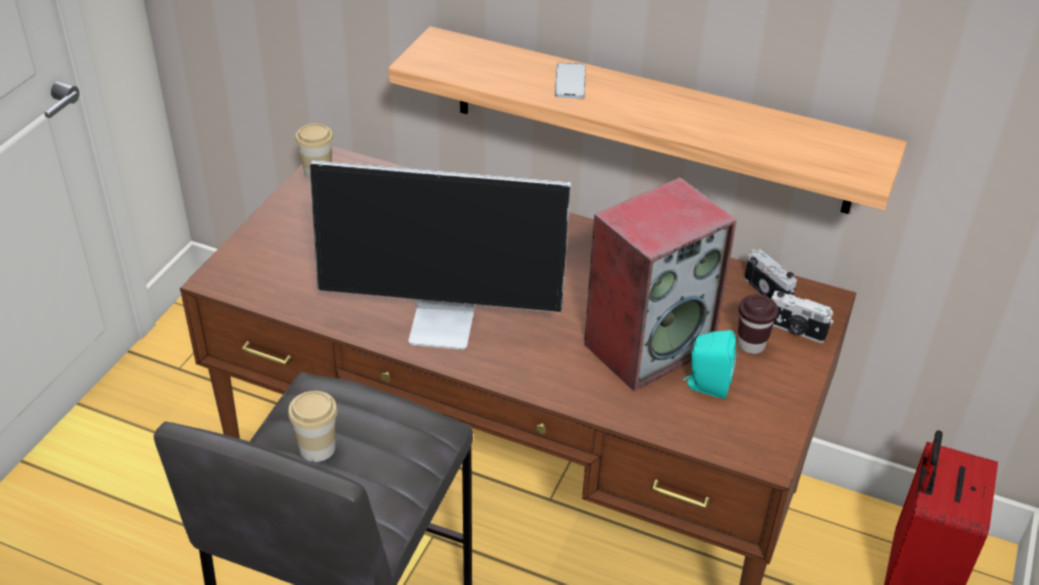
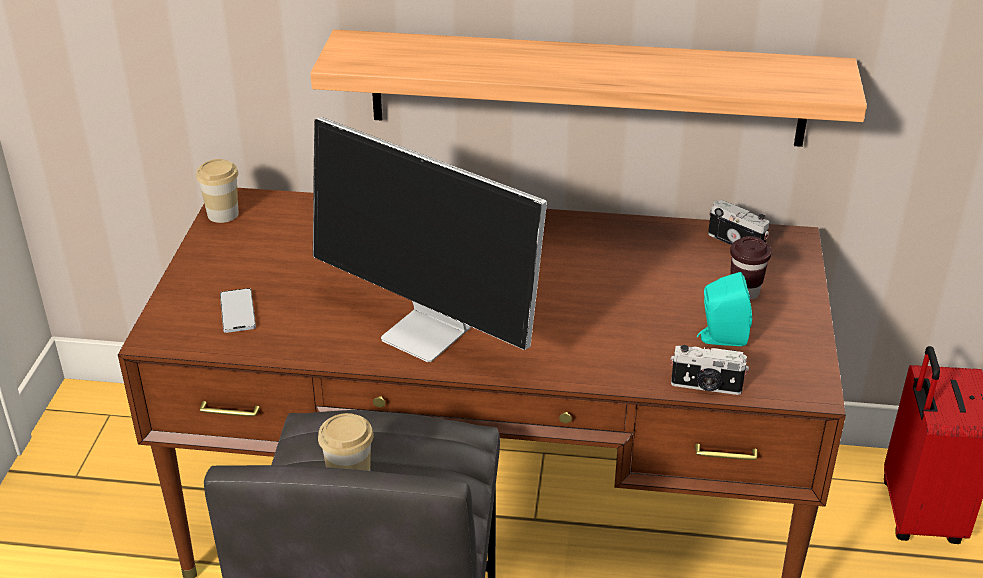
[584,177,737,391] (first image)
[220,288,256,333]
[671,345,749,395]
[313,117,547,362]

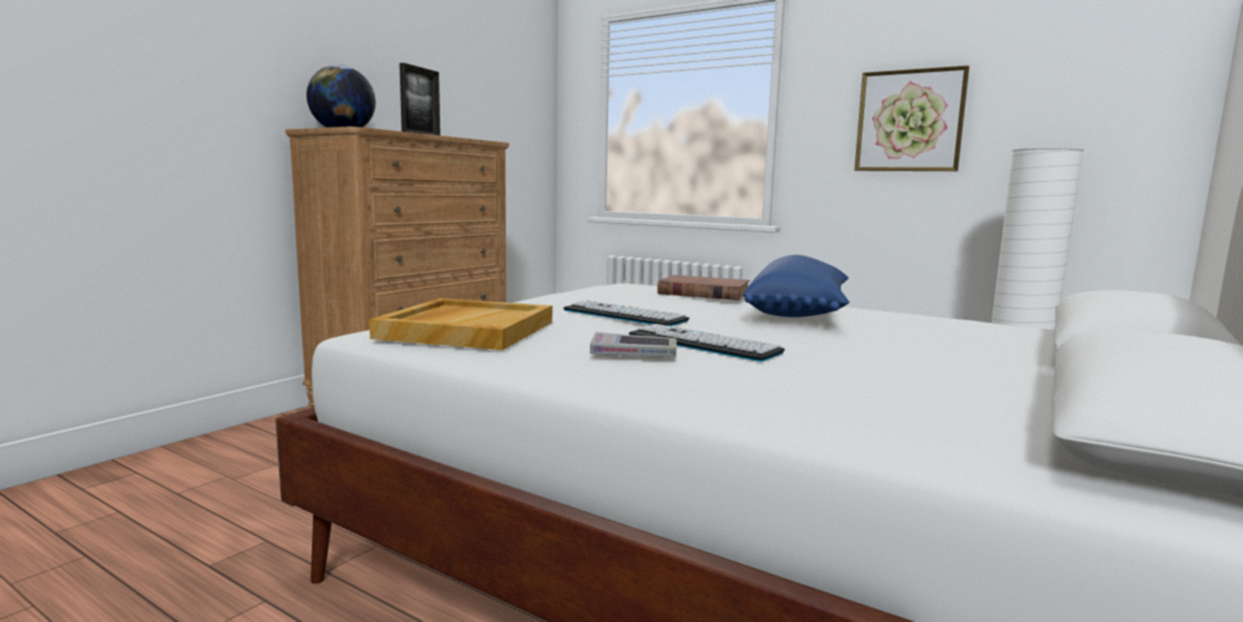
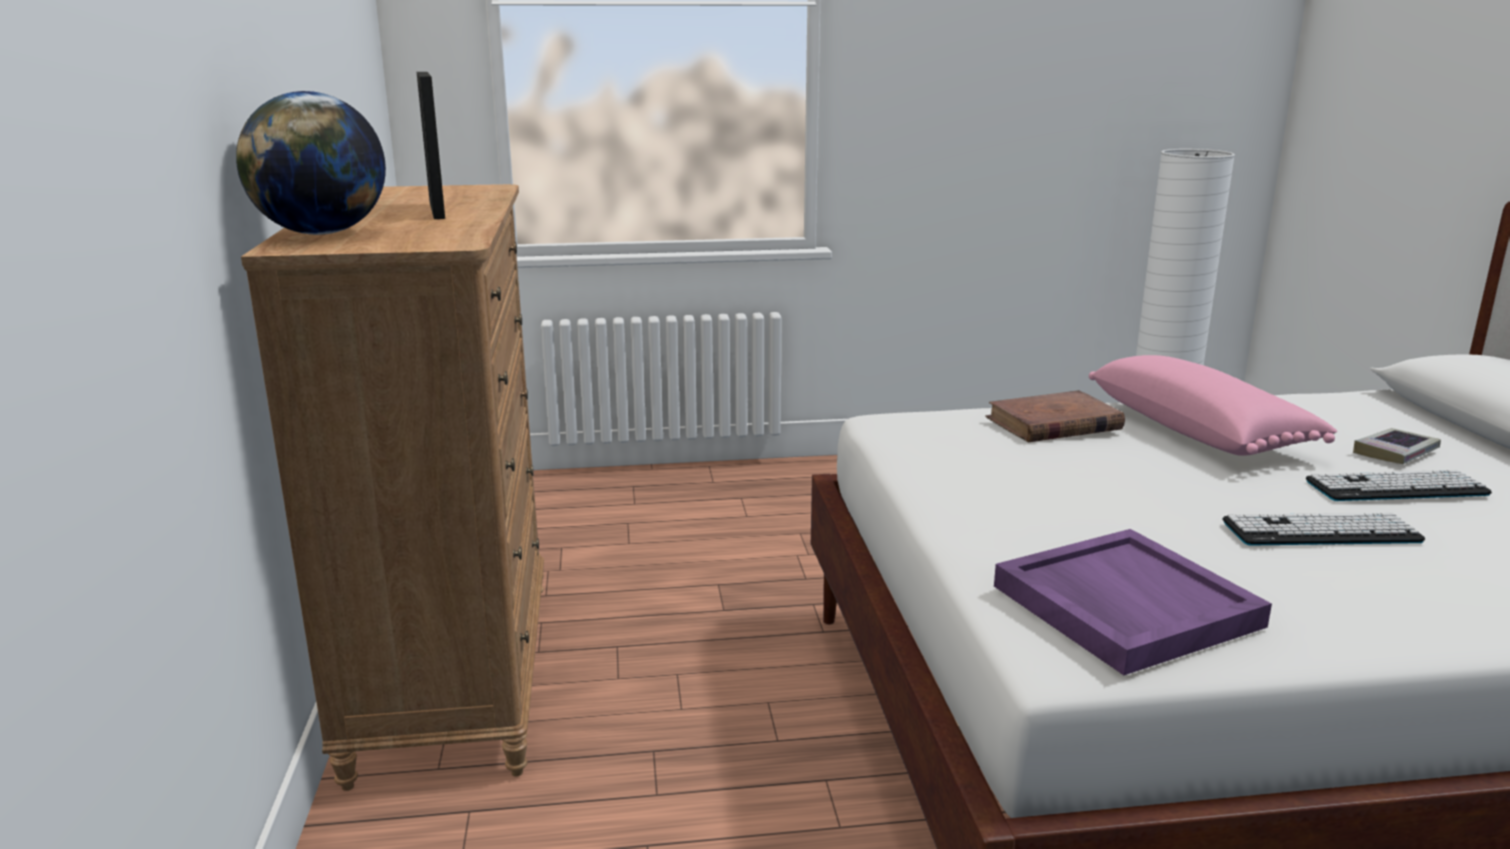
[855,65,969,171] (first image)
[1306,470,1492,501]
[1353,428,1441,464]
[994,529,1272,675]
[1089,355,1337,456]

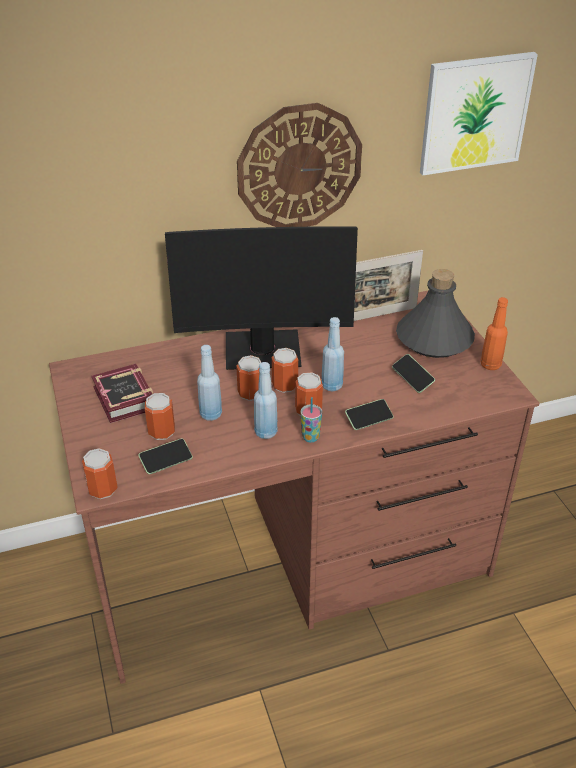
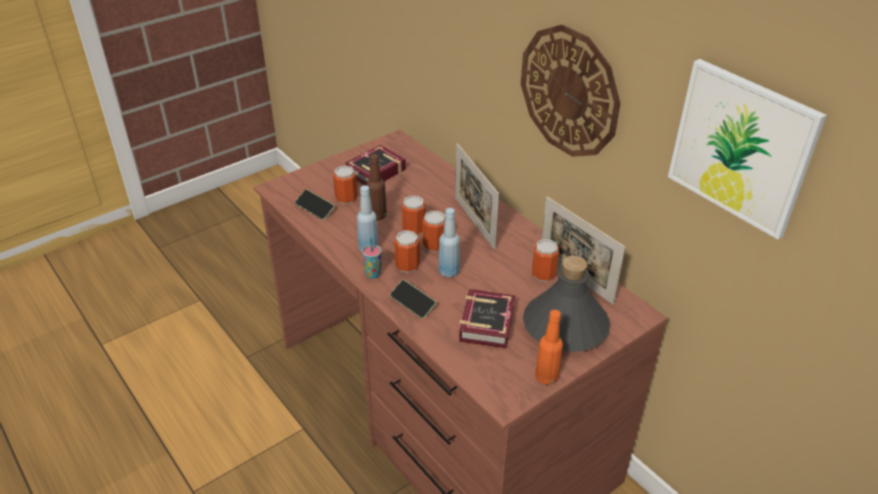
[532,239,559,282]
[455,143,499,249]
[459,289,515,348]
[366,154,387,220]

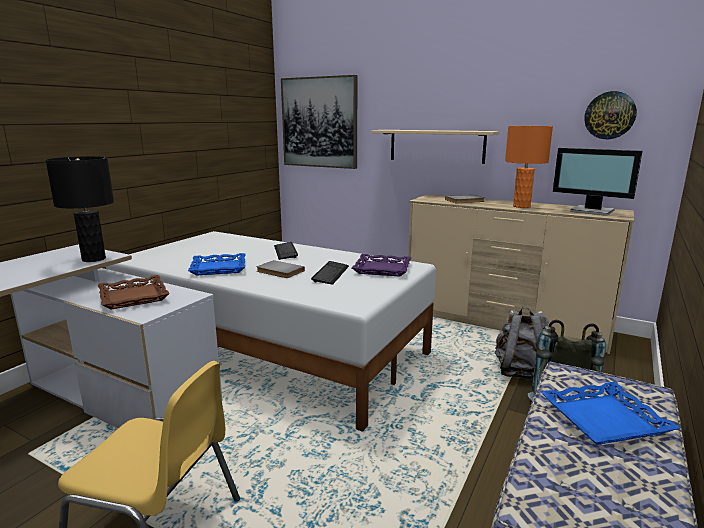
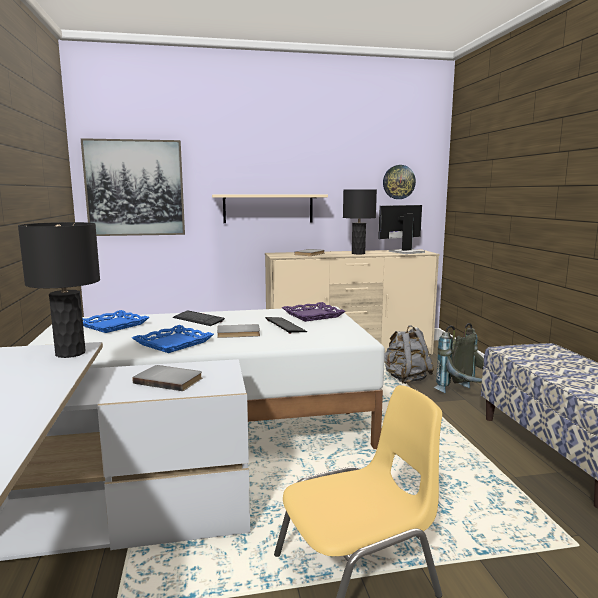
[82,310,150,333]
[132,365,202,391]
[343,189,377,254]
[378,205,425,254]

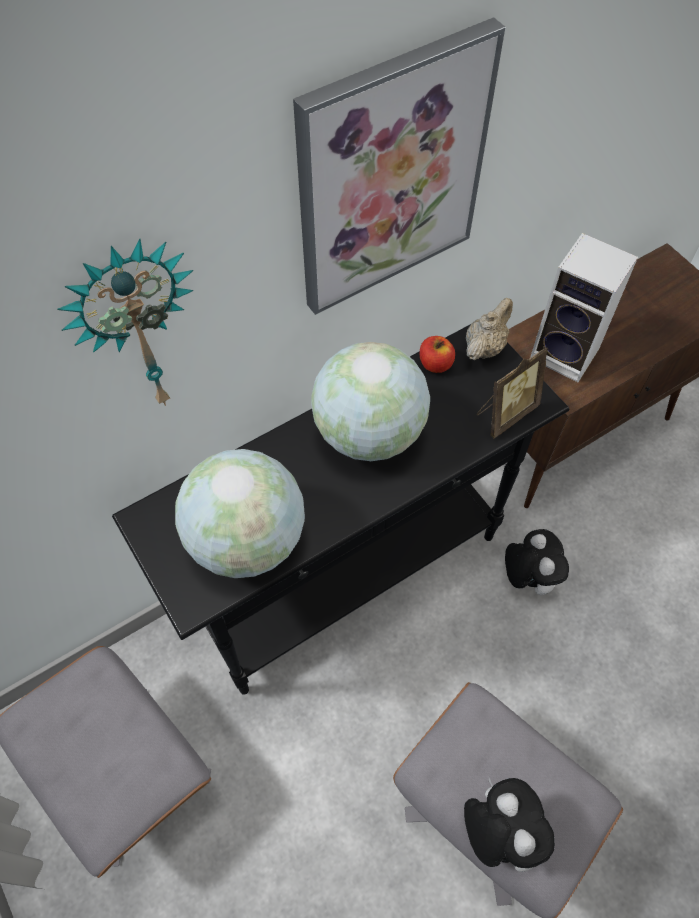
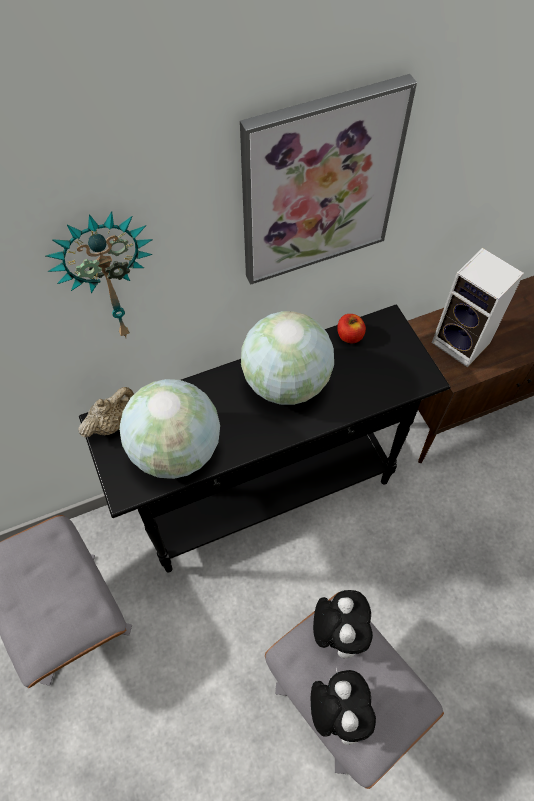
[477,346,548,439] (first image)
[78,387,134,438]
[313,590,373,659]

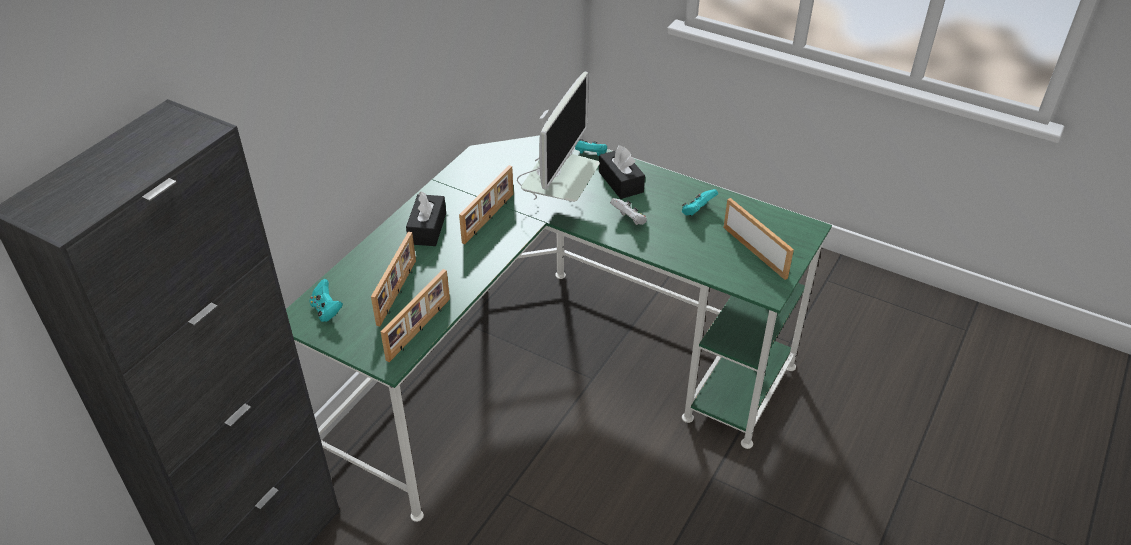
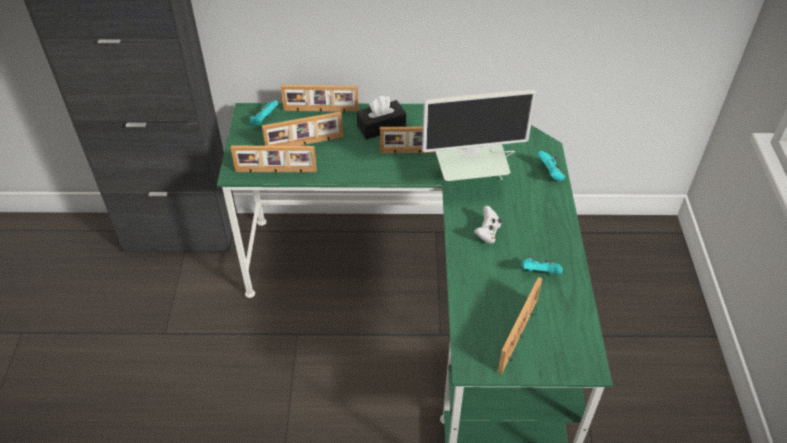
[599,145,645,199] (first image)
[281,85,359,112]

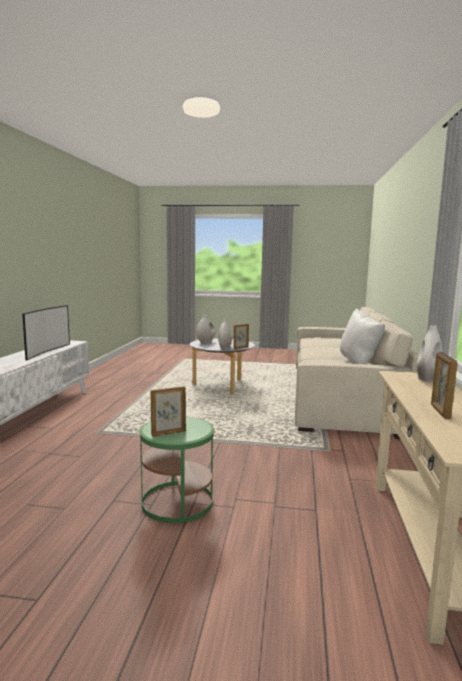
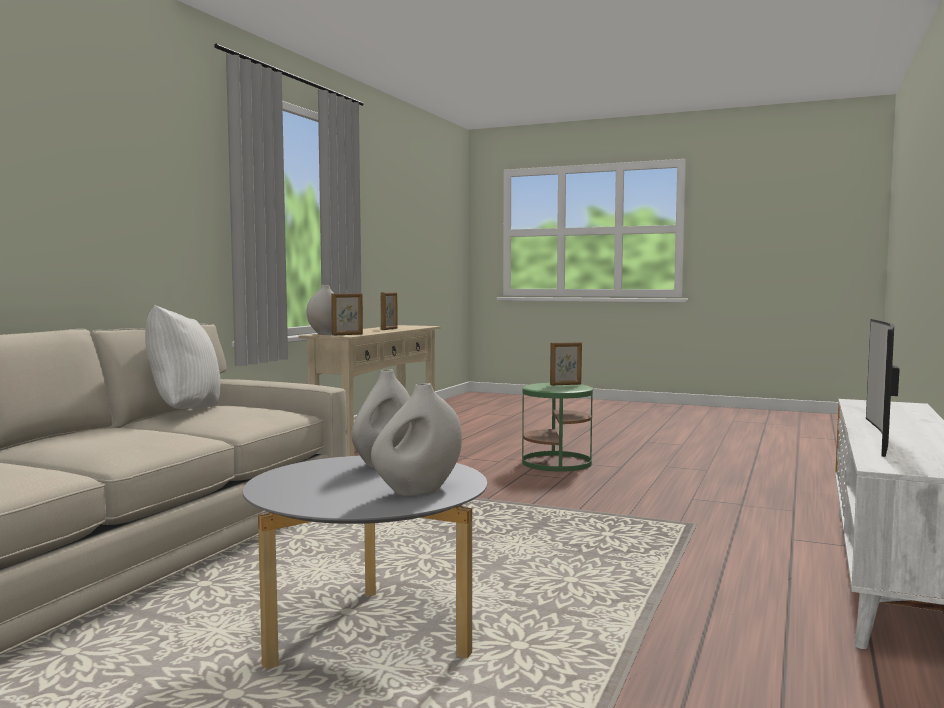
[331,293,363,335]

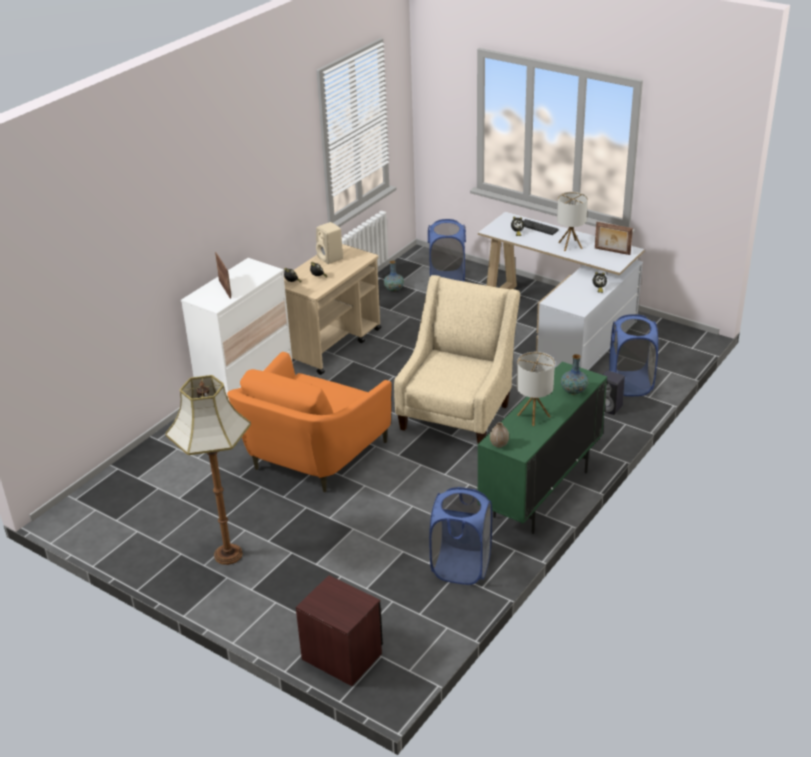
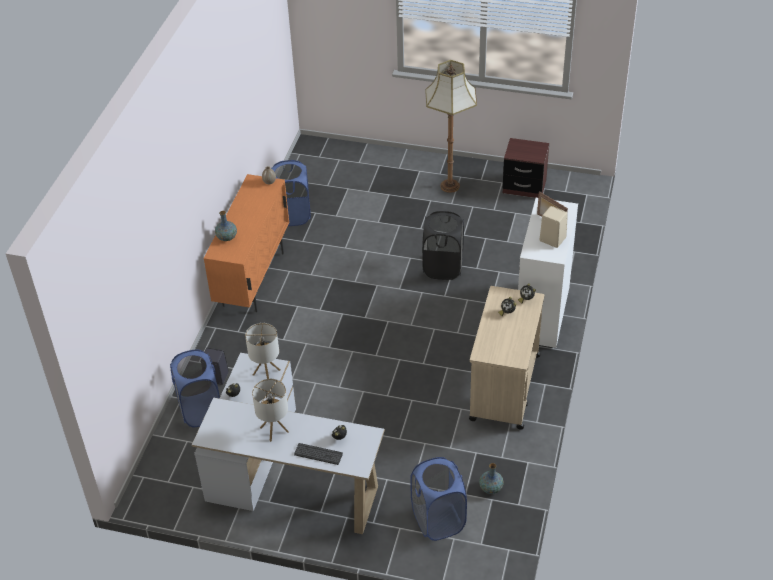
[394,275,520,444] (first image)
[595,222,633,255] (first image)
[503,138,549,198]
[540,206,568,248]
[245,323,280,379]
[422,211,464,280]
[204,174,289,312]

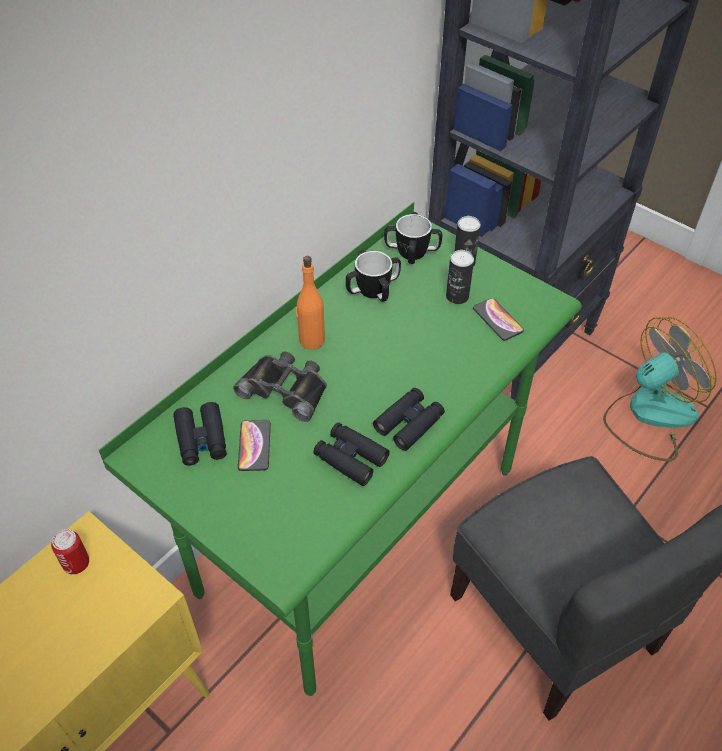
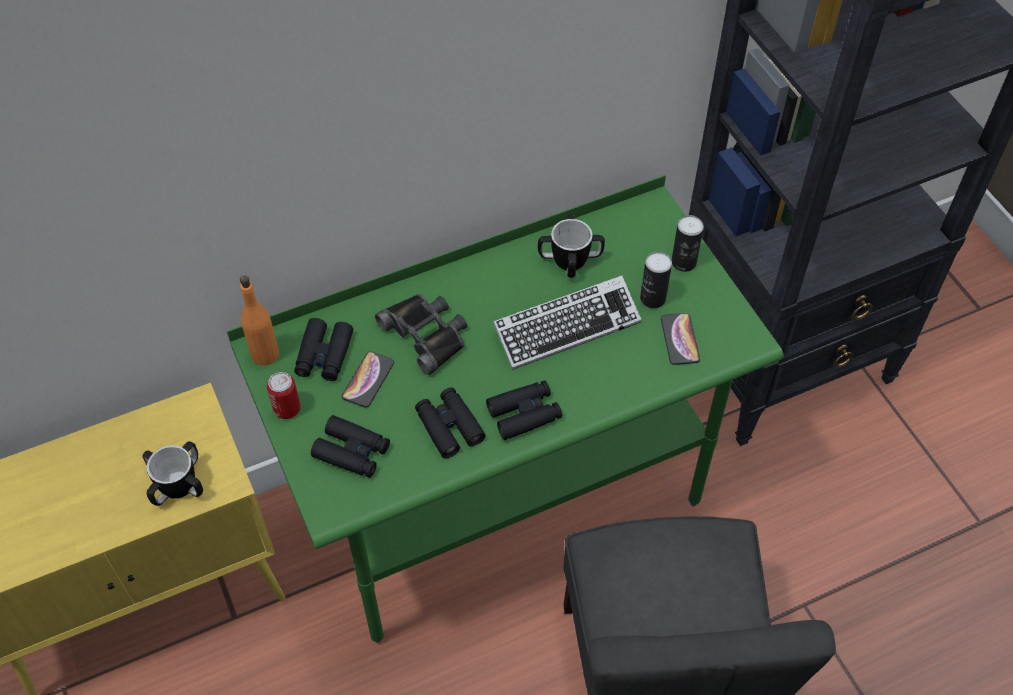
[603,317,717,461] (first image)
[311,415,390,478]
[493,275,642,370]
[267,372,300,419]
[240,276,279,365]
[142,441,203,506]

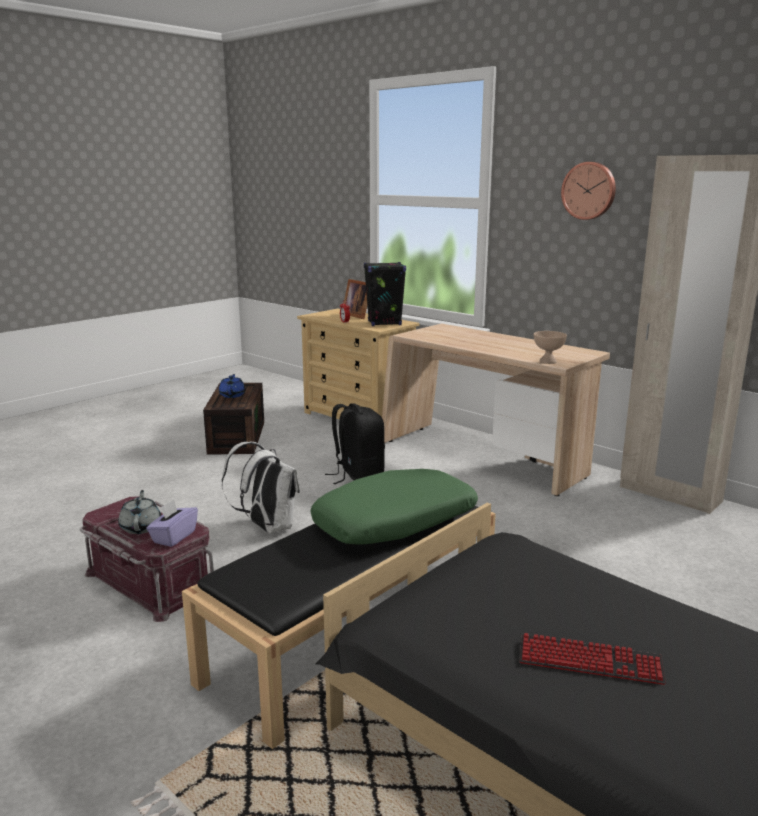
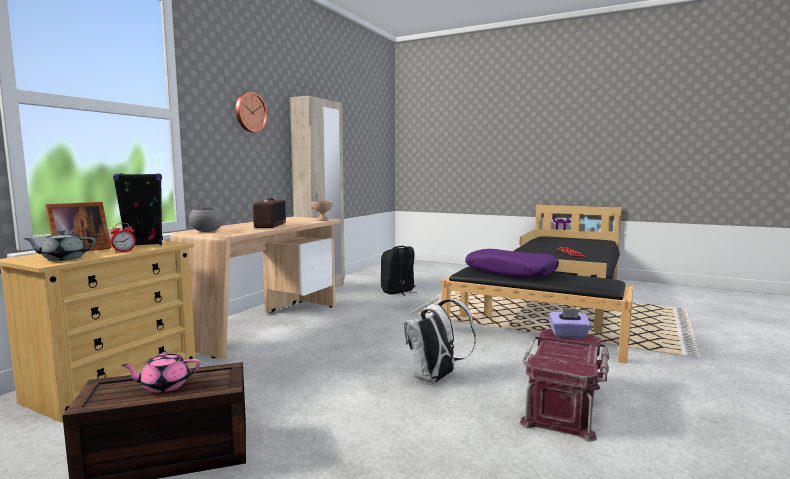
[189,208,224,232]
[253,198,286,228]
[23,230,96,261]
[381,246,415,296]
[121,352,200,393]
[465,249,559,277]

